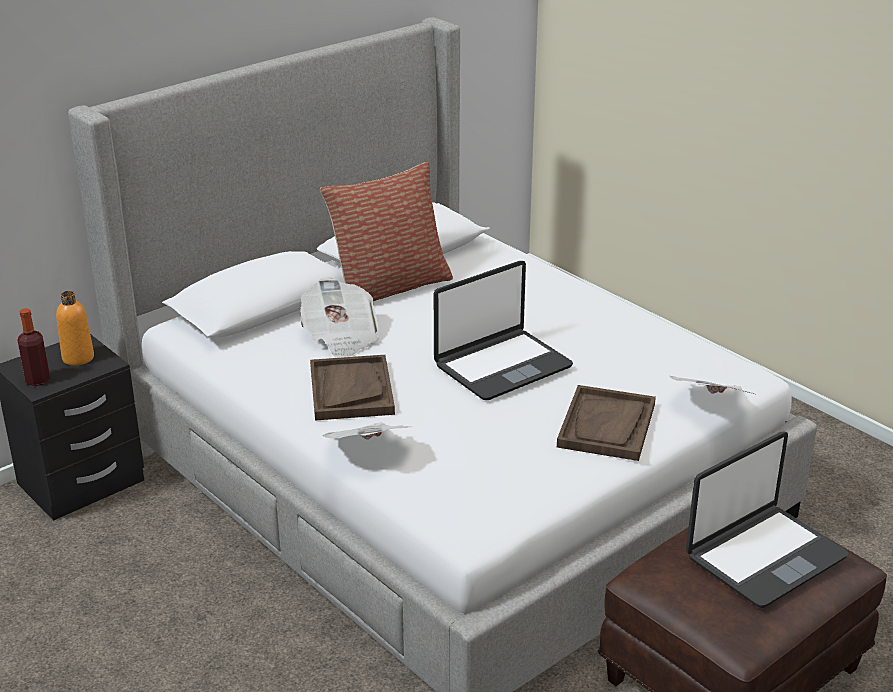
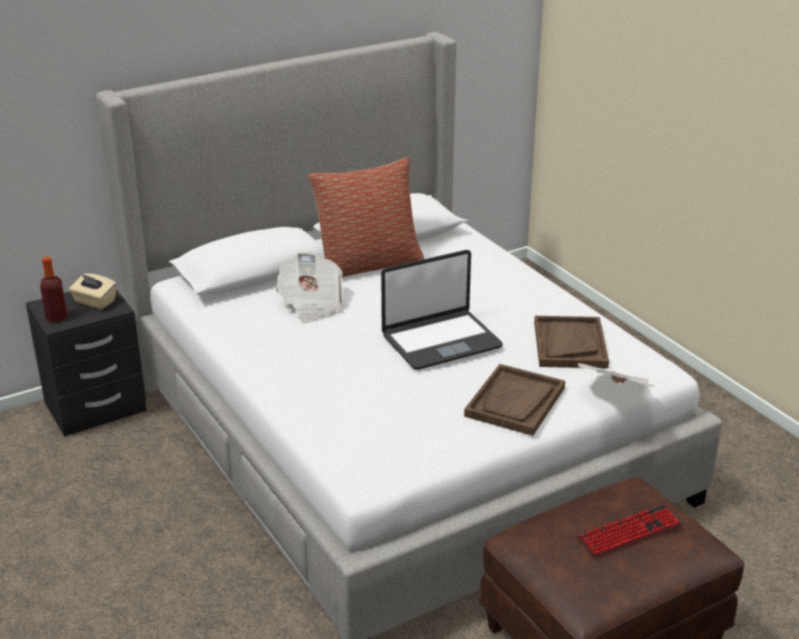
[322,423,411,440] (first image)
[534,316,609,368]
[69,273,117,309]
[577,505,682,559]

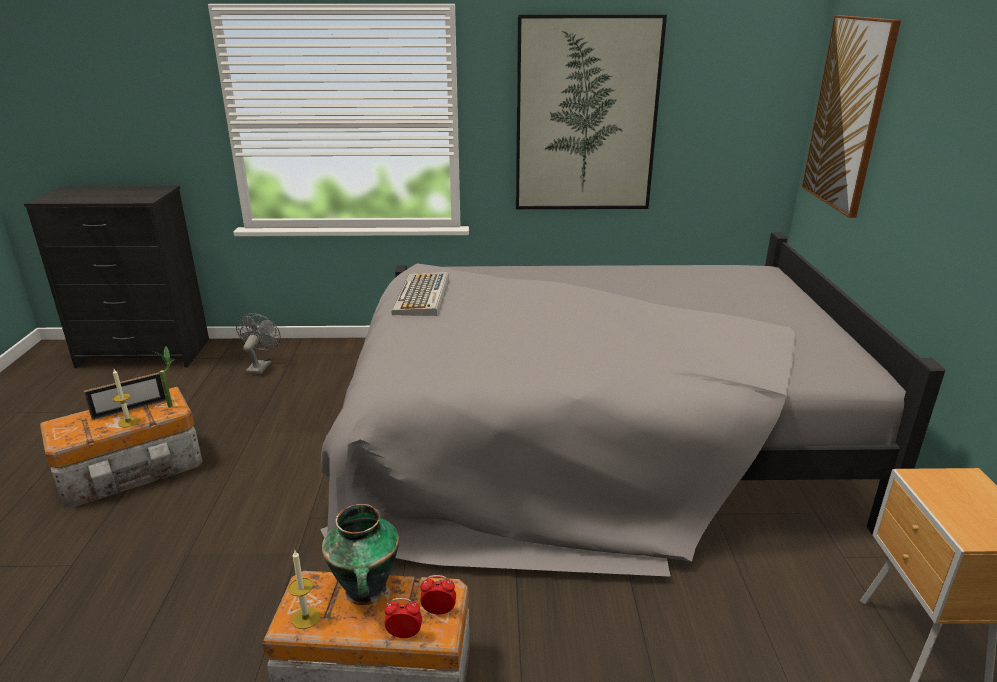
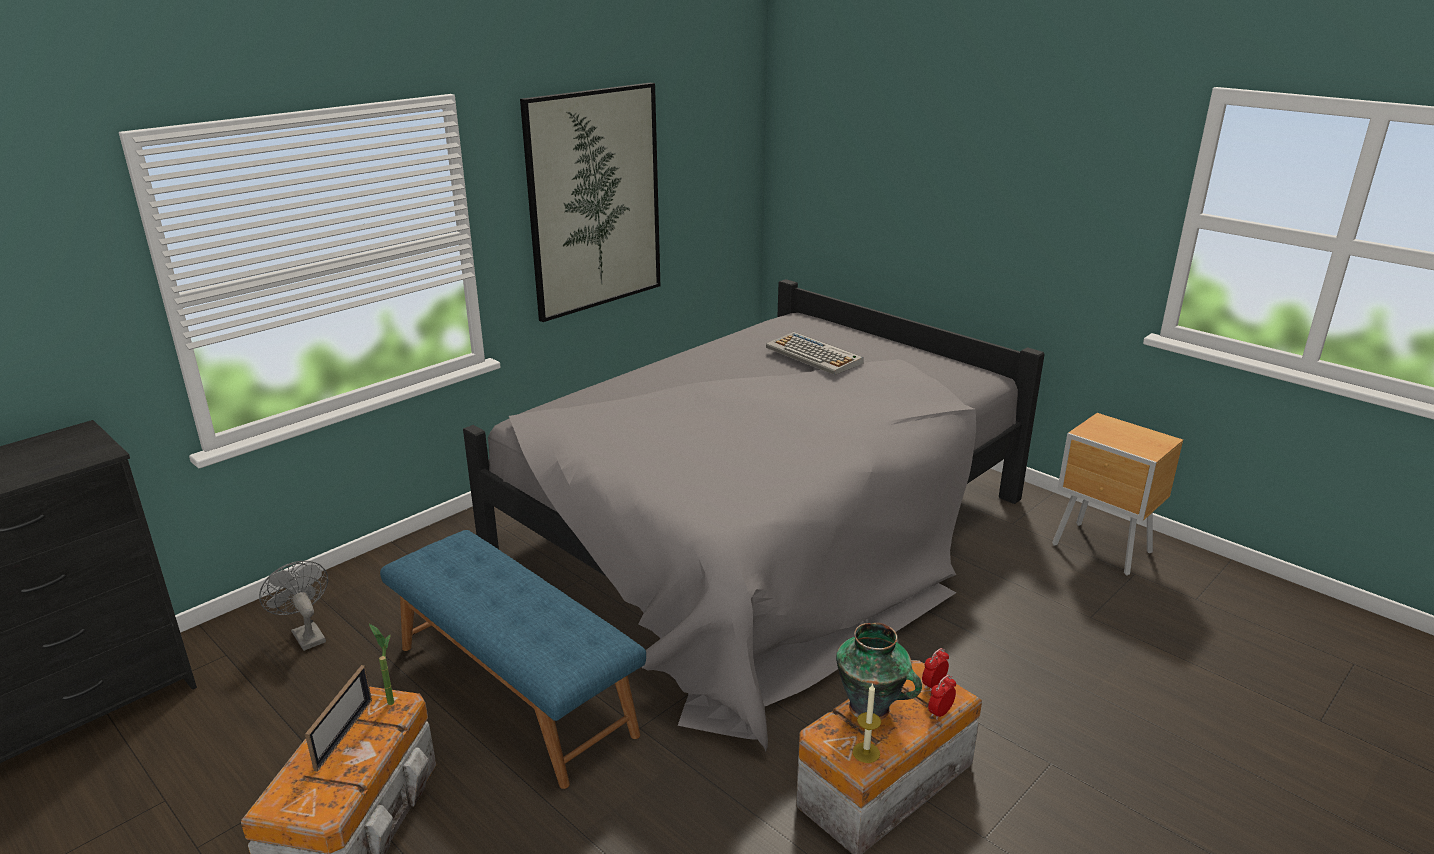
[113,369,139,427] (first image)
[802,15,901,218] (first image)
[380,530,646,789]
[766,332,864,375]

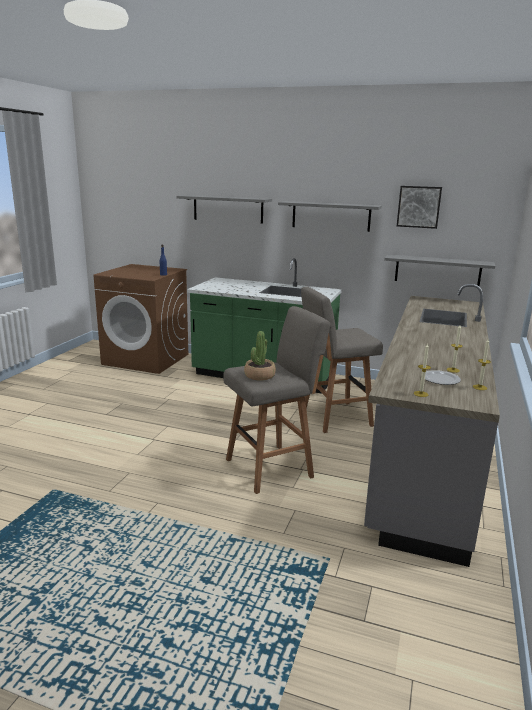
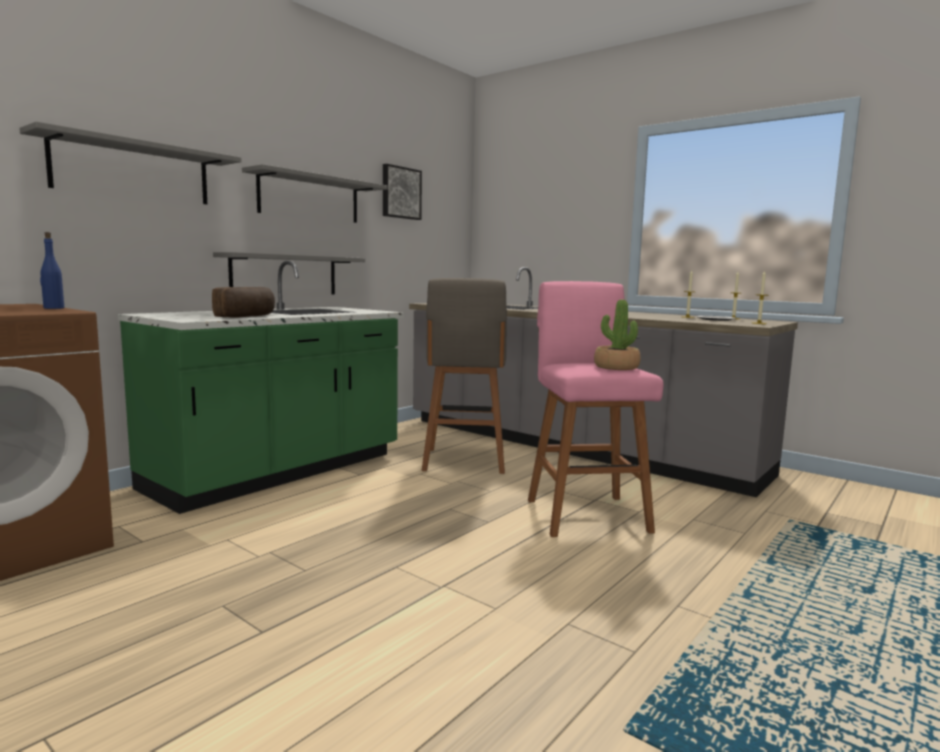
[212,287,275,318]
[213,252,365,294]
[528,281,664,537]

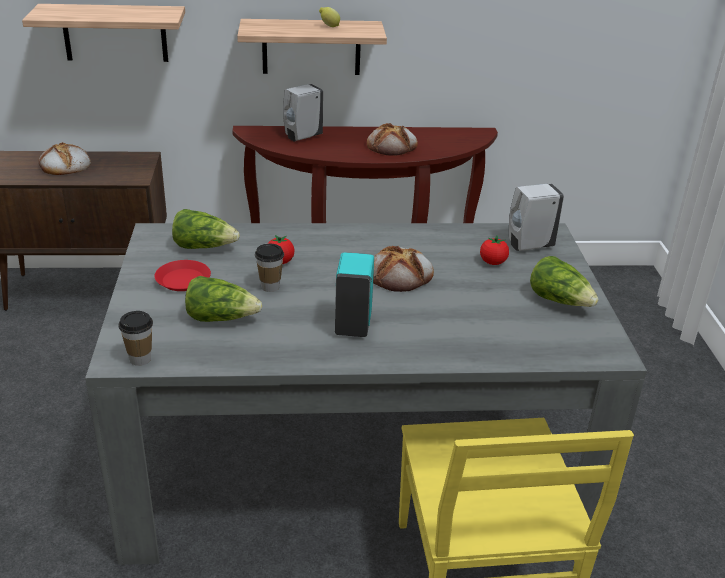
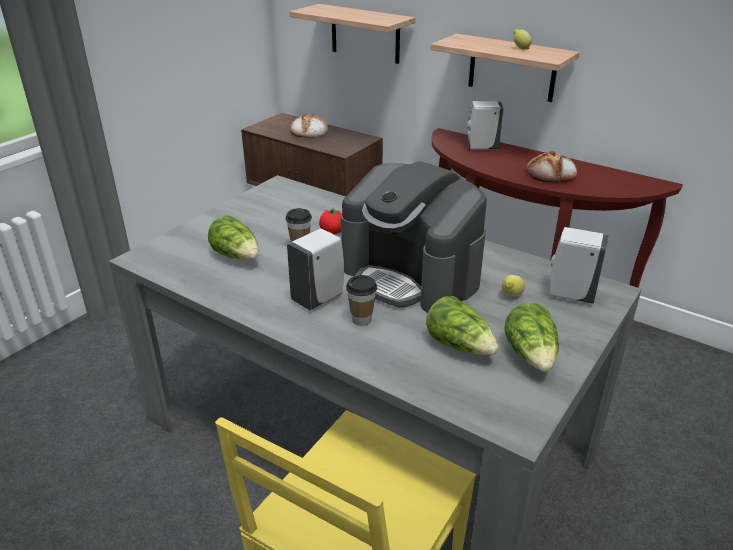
[155,260,211,291] (first image)
[346,275,377,326]
[426,296,499,355]
[341,161,487,313]
[502,275,525,297]
[287,228,344,310]

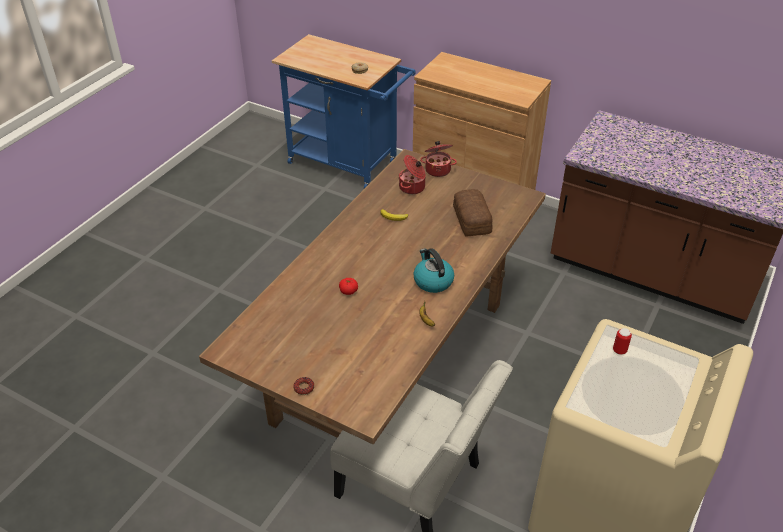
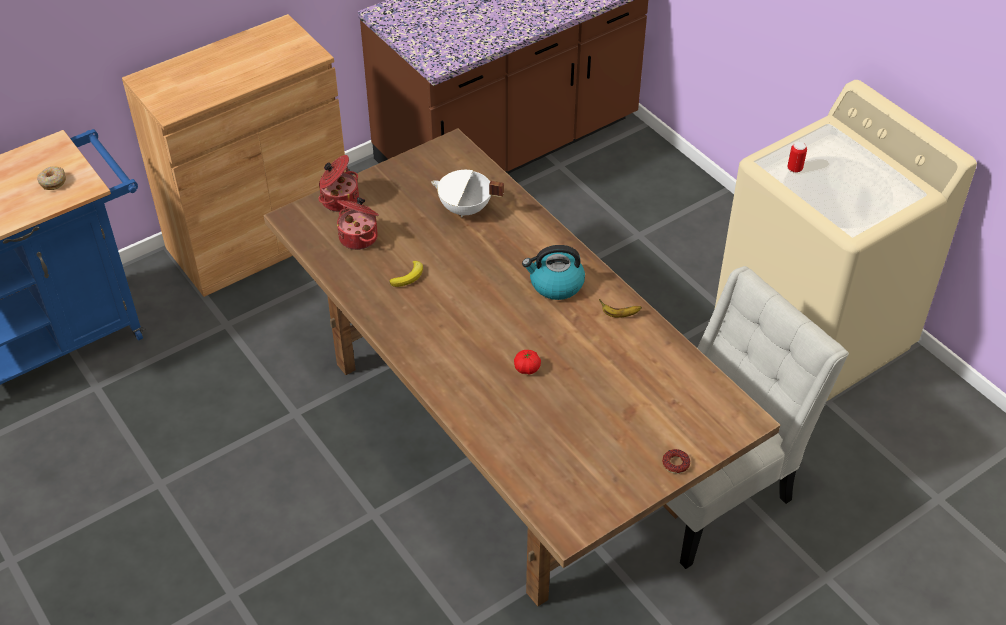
[431,170,504,217]

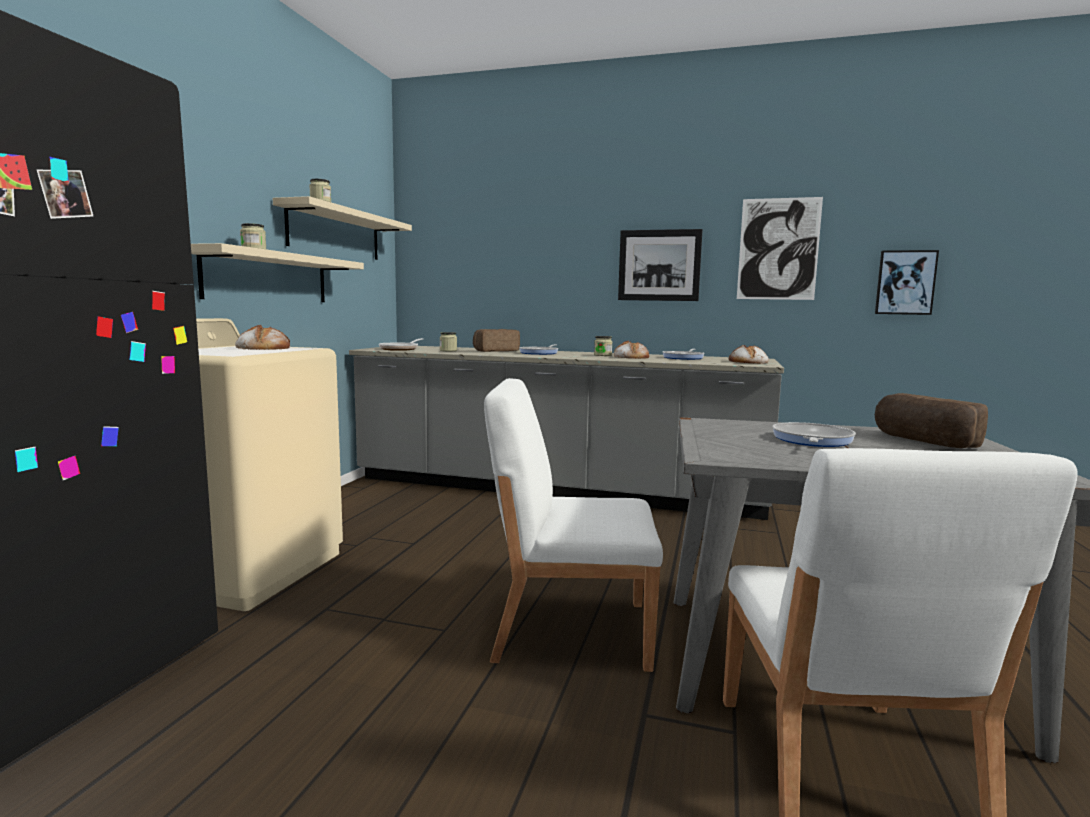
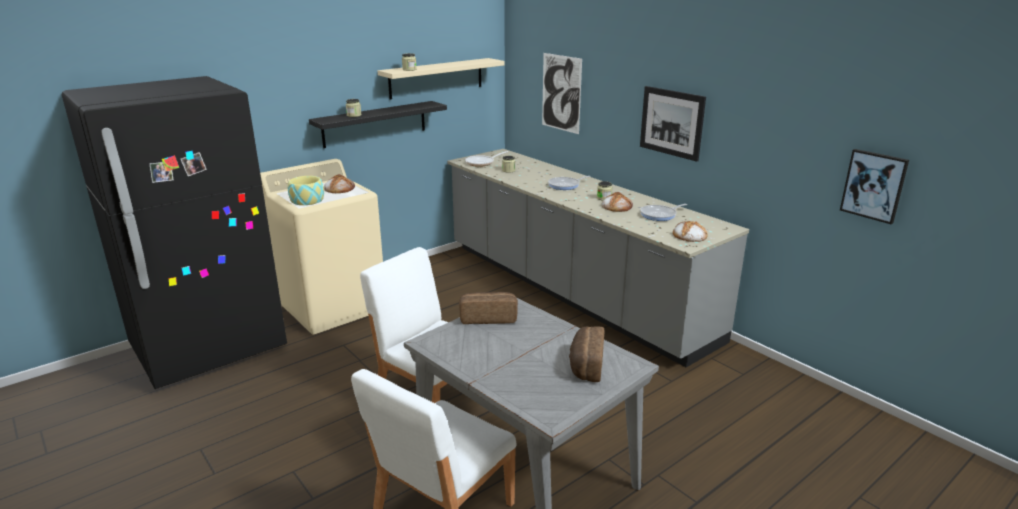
[772,422,856,447] (first image)
[288,176,324,205]
[459,292,518,324]
[542,53,582,134]
[309,101,447,148]

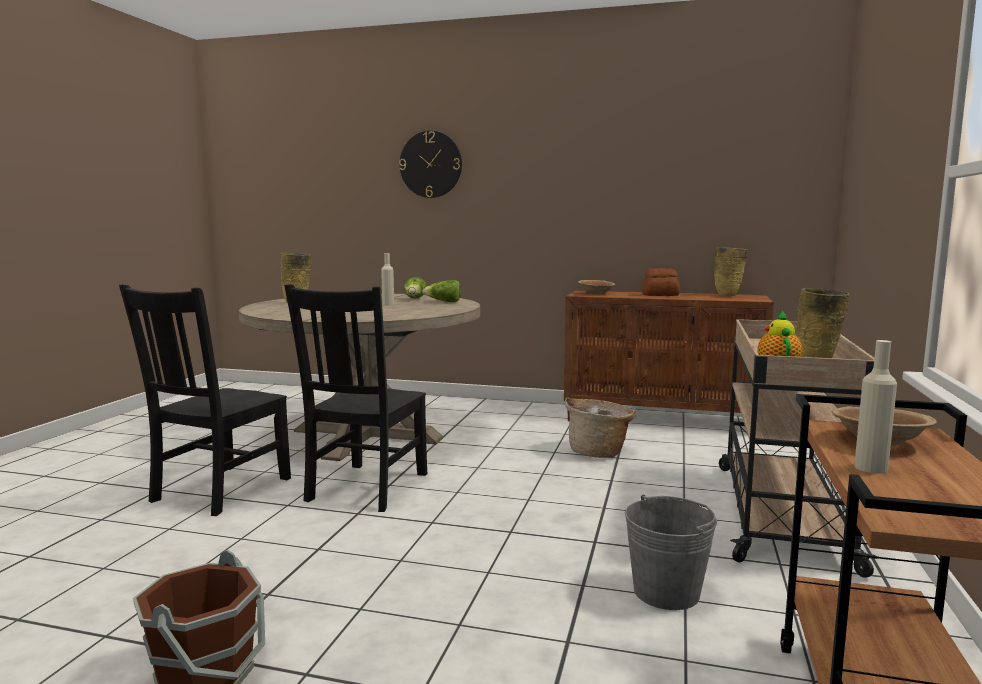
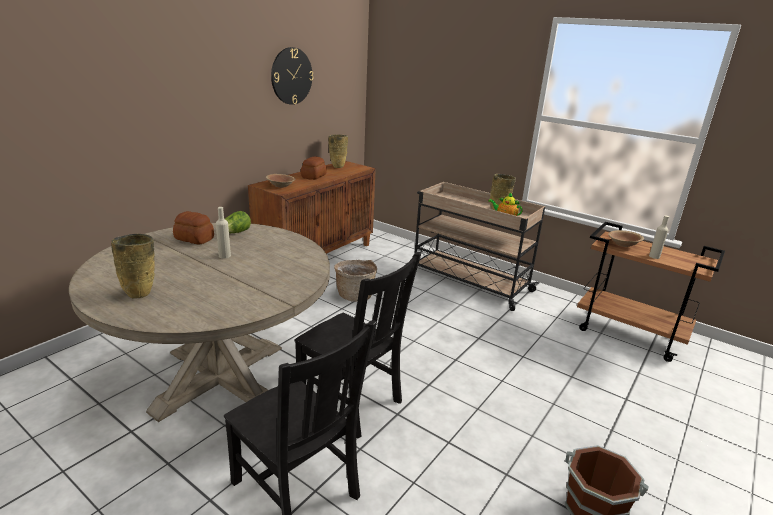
[625,495,717,610] (first image)
[271,47,314,105]
[173,211,214,244]

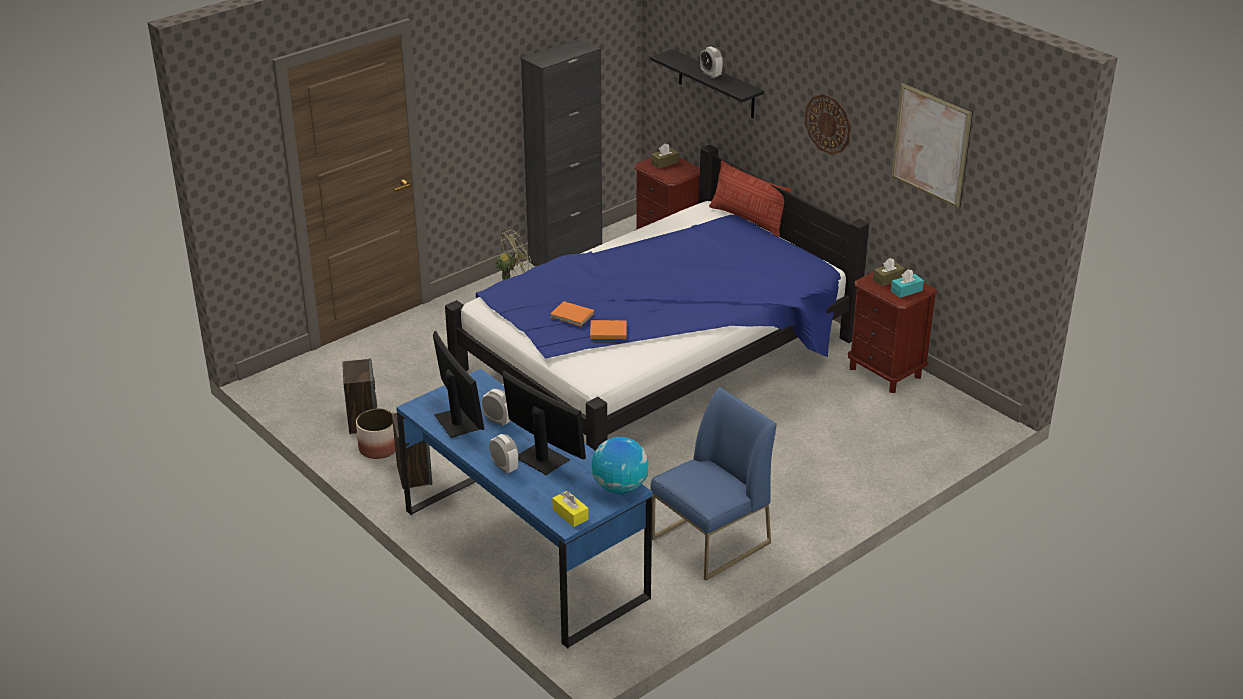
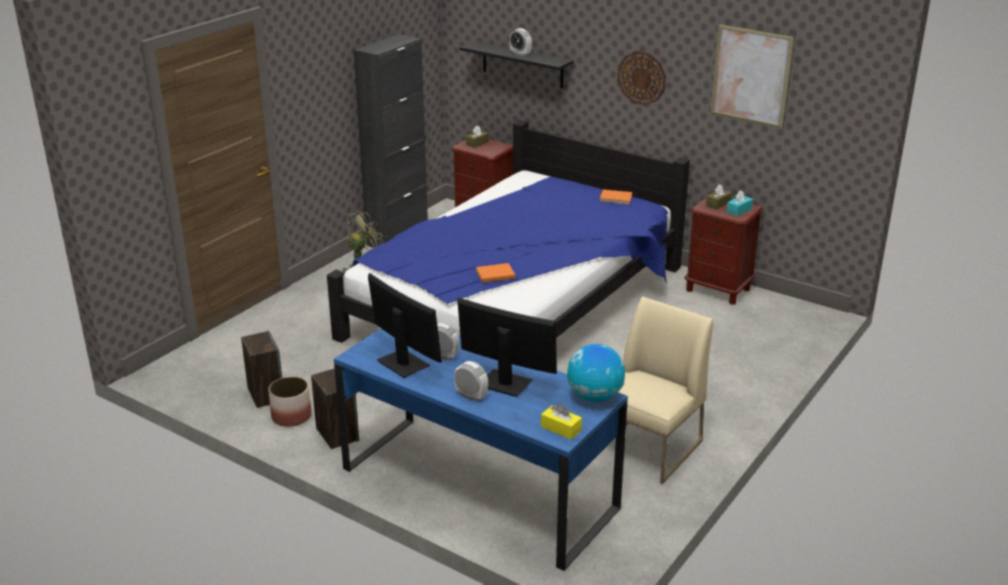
[709,161,791,237] (first image)
[599,190,632,205]
[618,296,713,484]

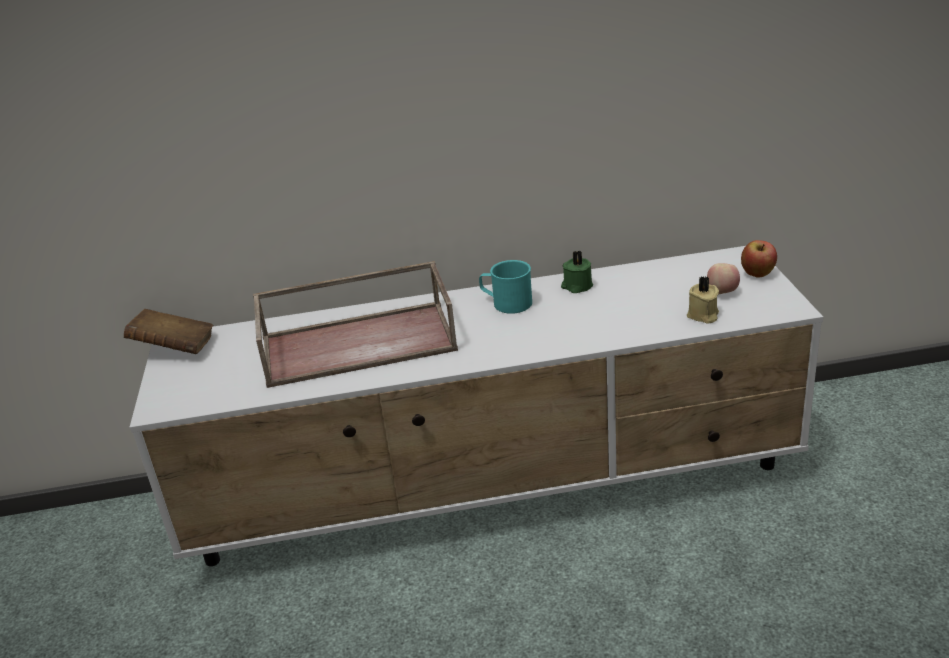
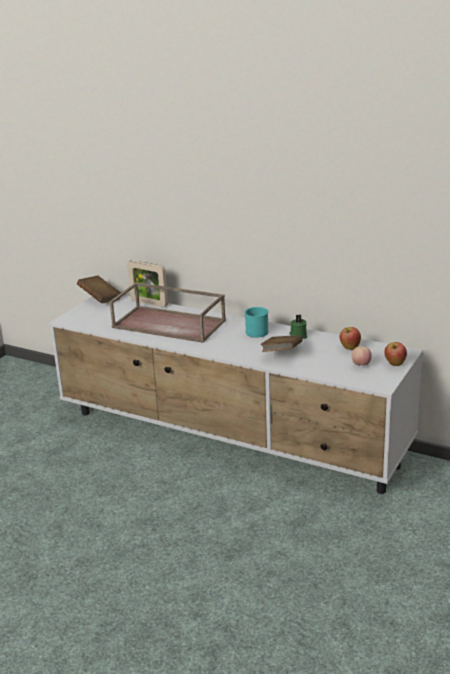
[687,276,719,324] (first image)
[127,260,168,307]
[261,335,303,352]
[339,327,361,350]

